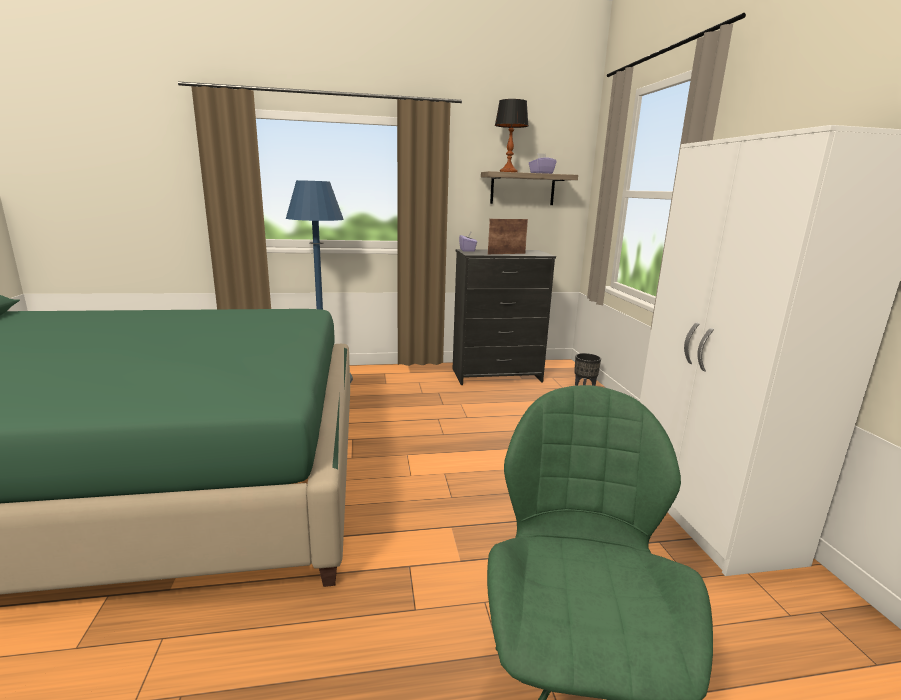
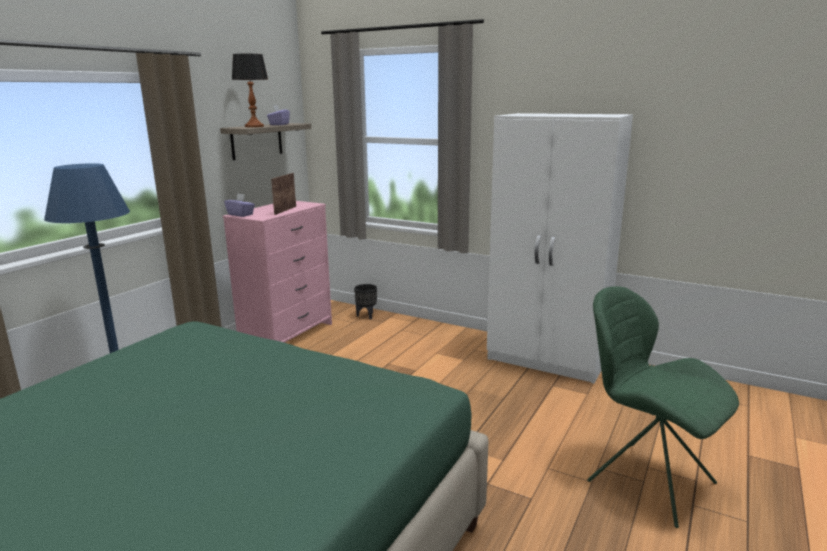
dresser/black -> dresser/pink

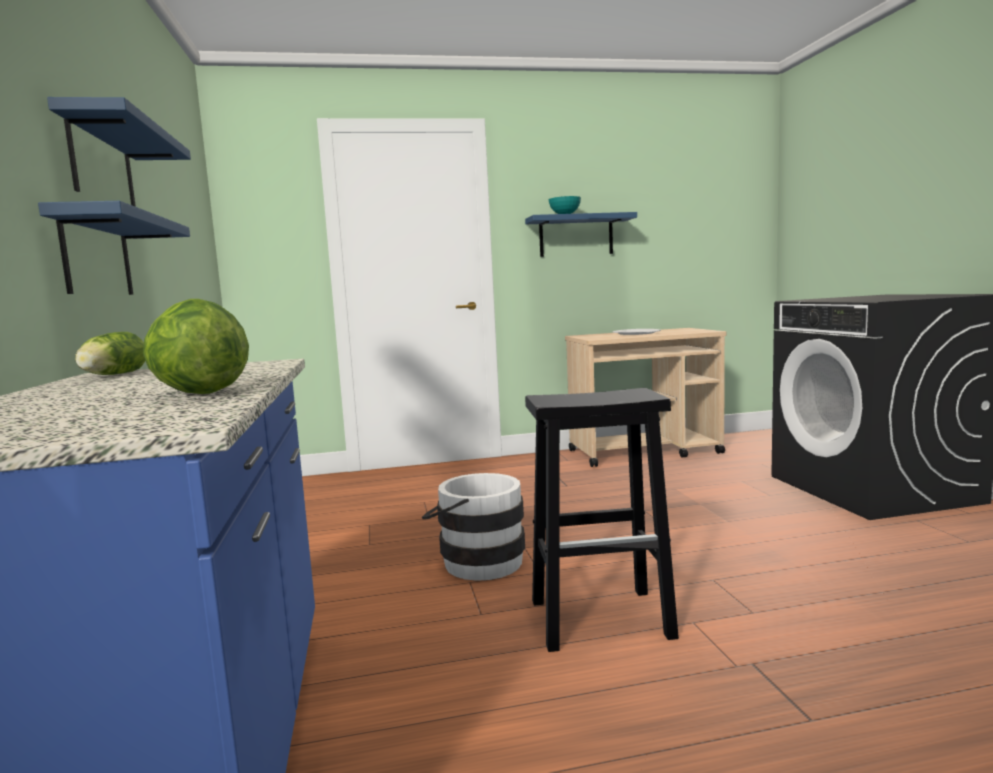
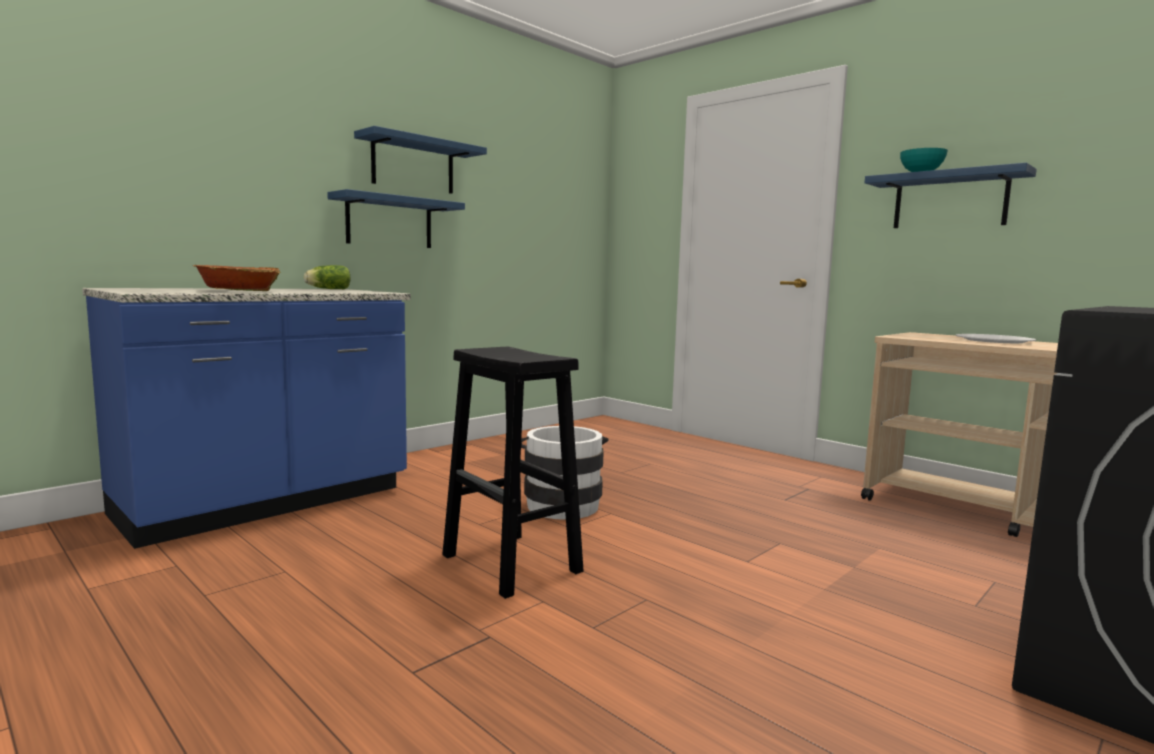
lettuce (2nd from left) -> bowl (1st from left)

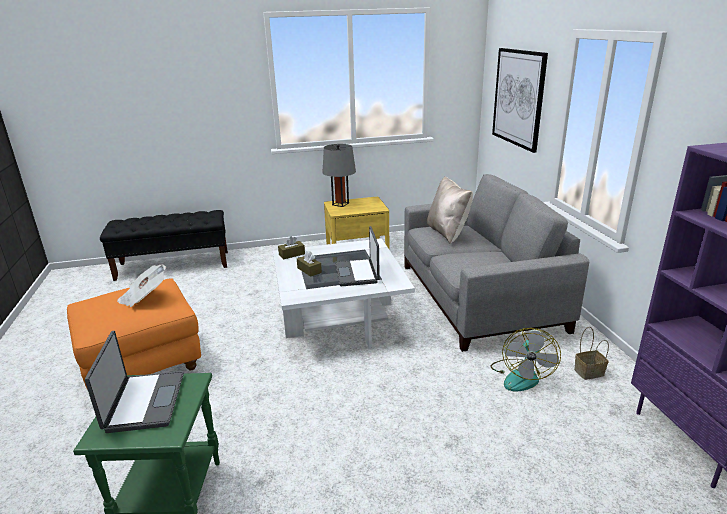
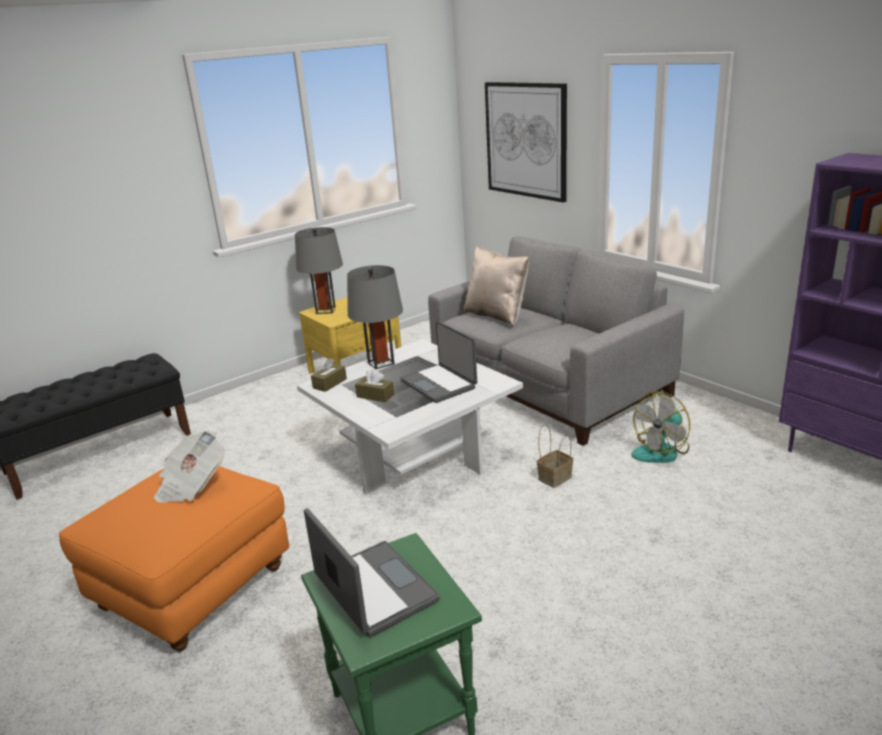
basket, move
fan, 60 degrees clockwise
none -> table lamp/grey (2nd from left)

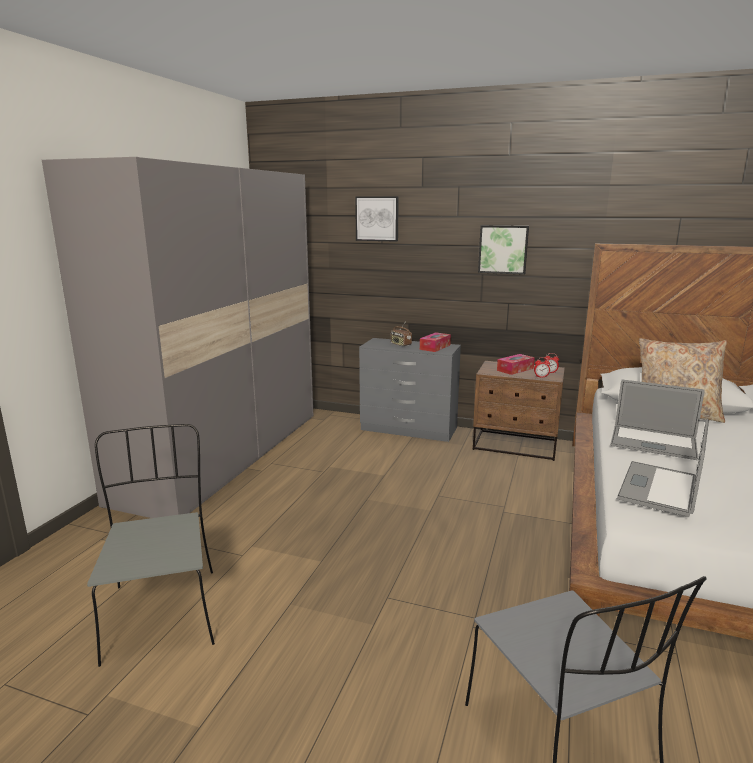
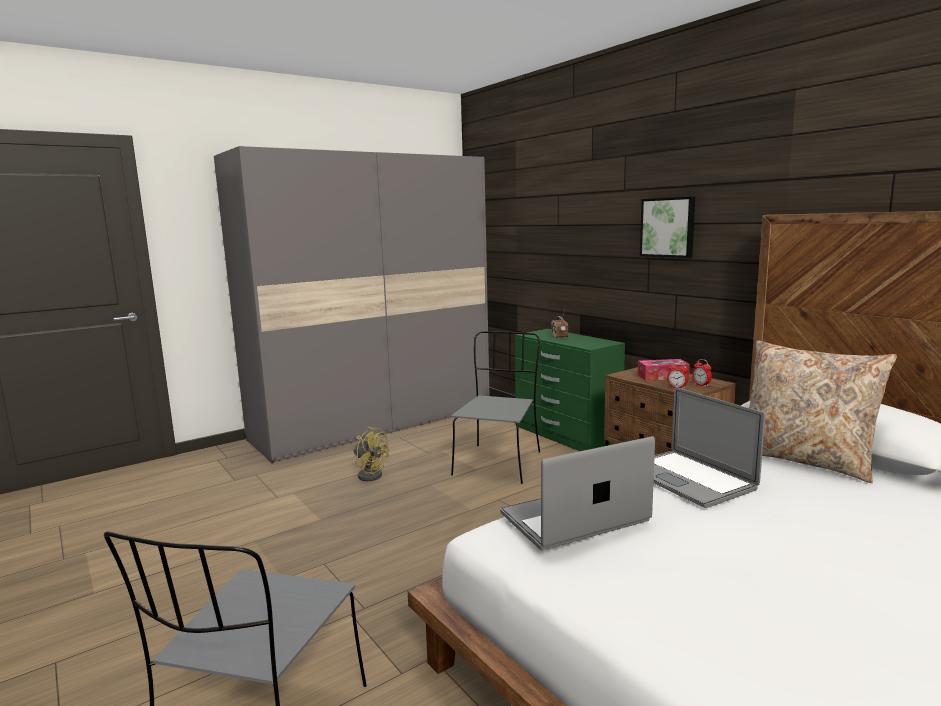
picture (1st from left) -> none
tissue box (1st from left) -> none
dresser/grey -> dresser/green
chair/grey (1st from left in the first image) -> chair/grey (2nd from left), move
none -> fan/yellow

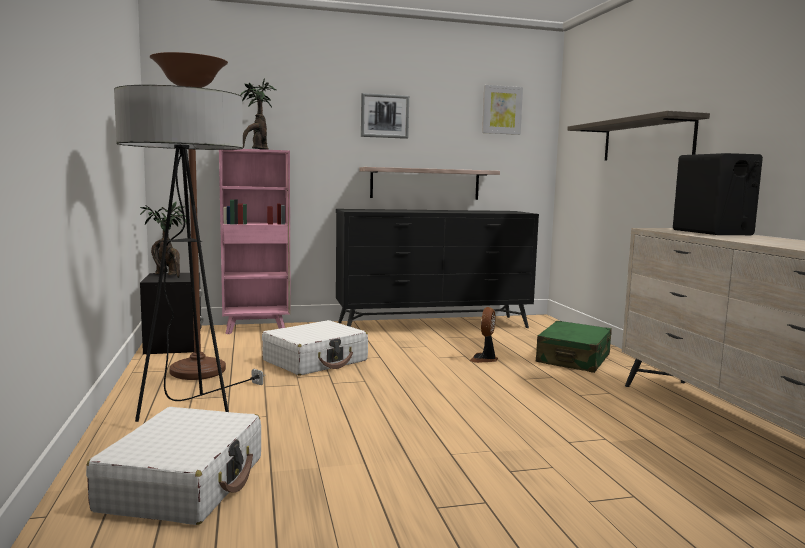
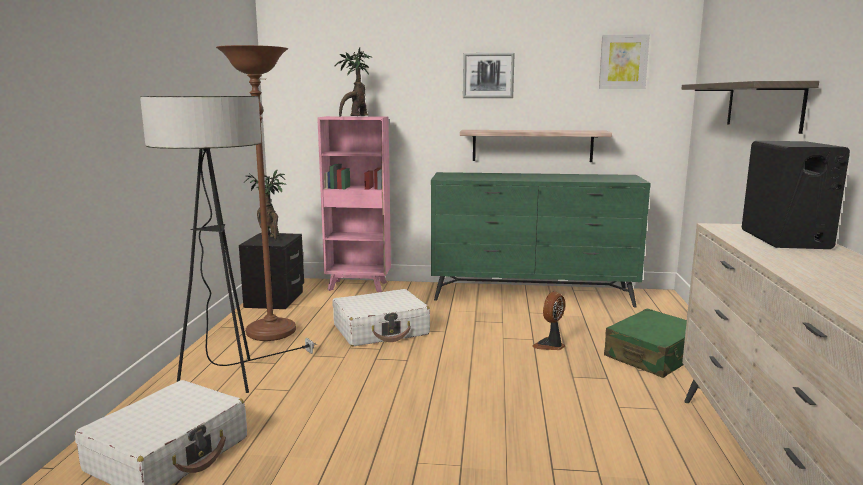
dresser/black -> dresser/green

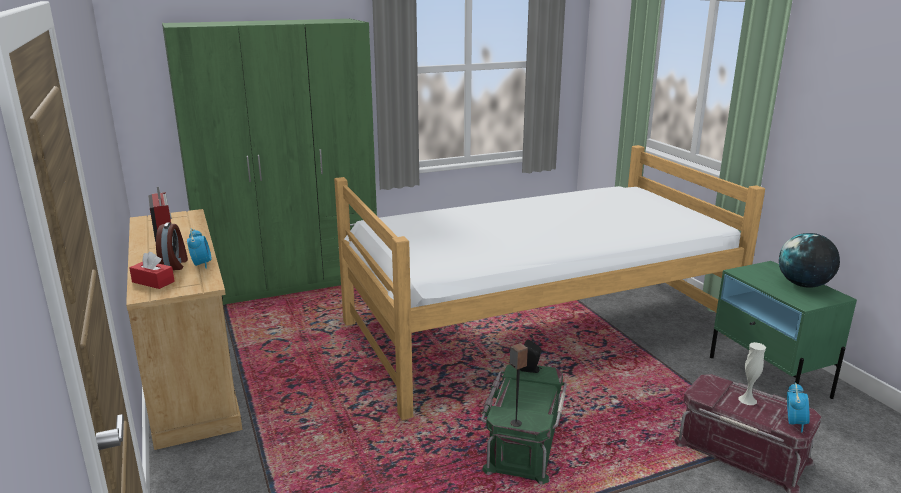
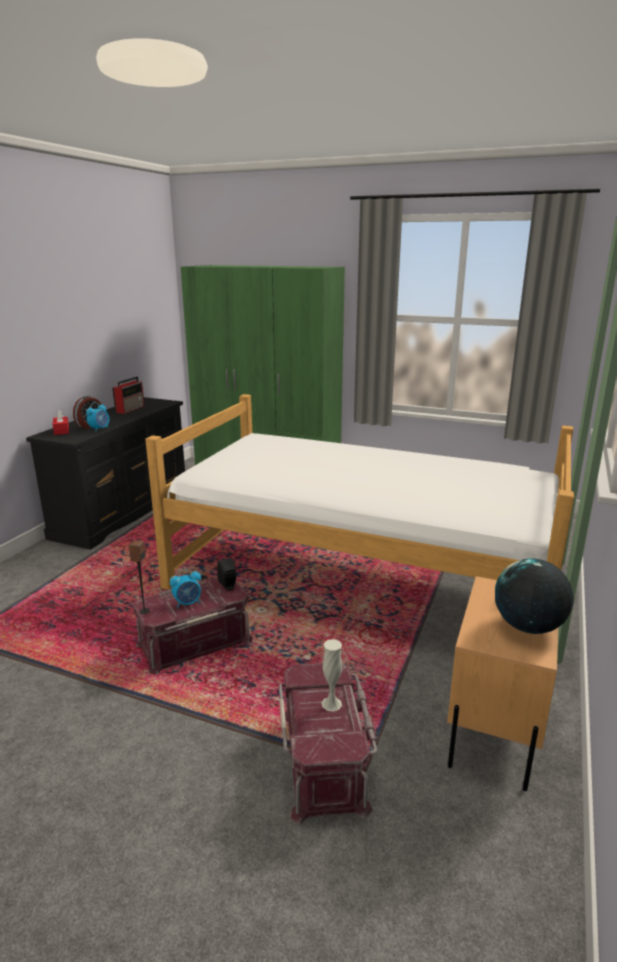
dresser/beige -> dresser/black
nightstand/green -> nightstand/beige
storage box/green -> storage box/red (1st from left)
alarm clock (3rd from left), move

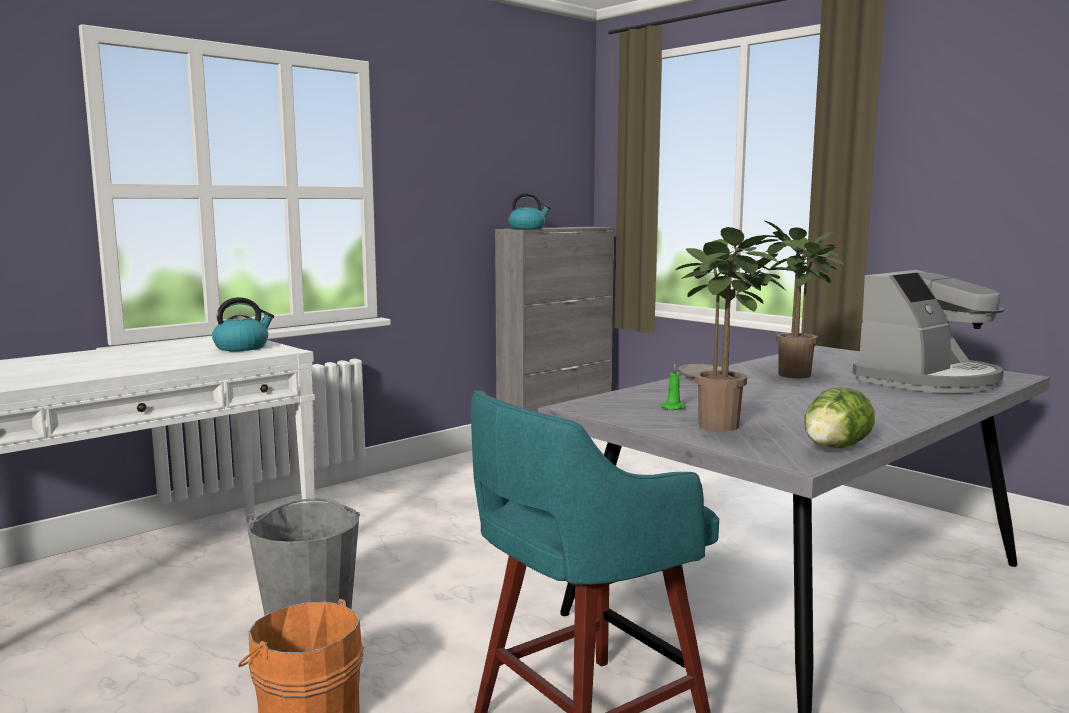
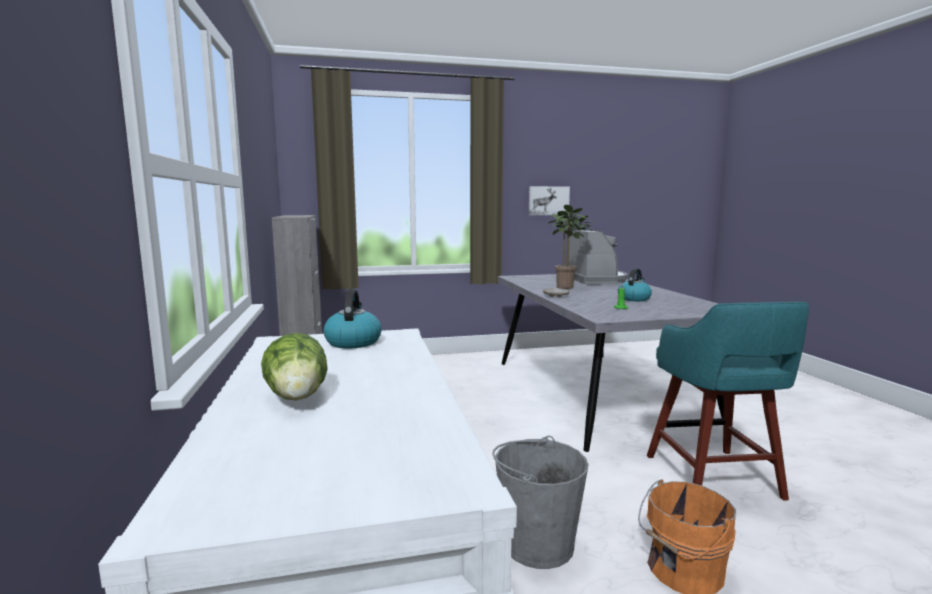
kettle (2nd from left), move
potted plant (1st from left) -> none
lettuce, move
none -> picture

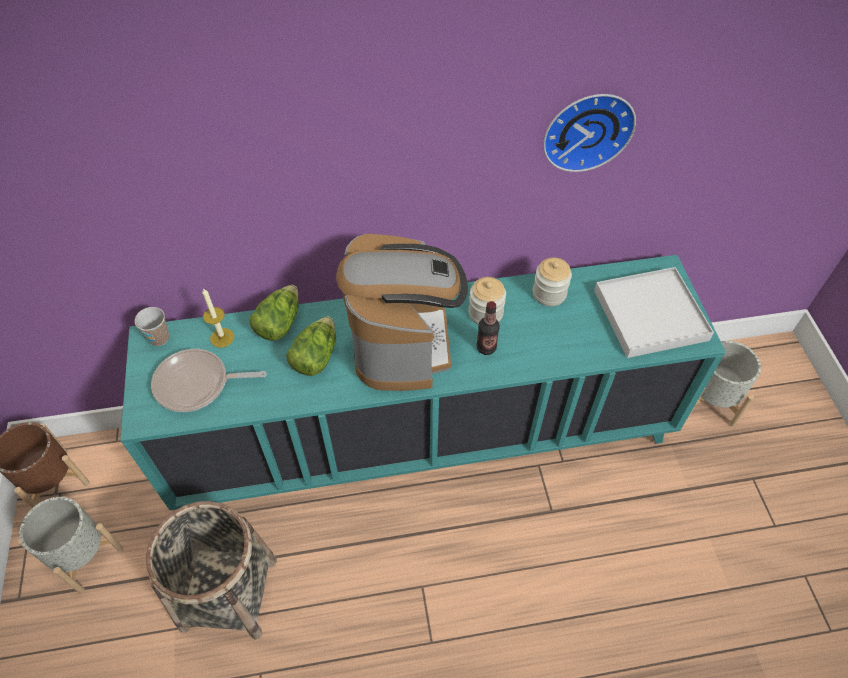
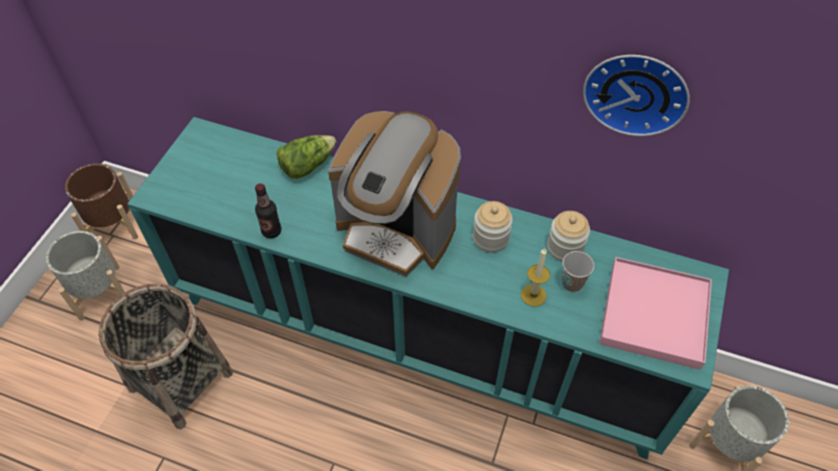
coffee machine, 90 degrees clockwise
tray/white -> tray/pink
candle, move
bottle, move
cup, move
lettuce (2nd from left) -> none
frying pan -> none

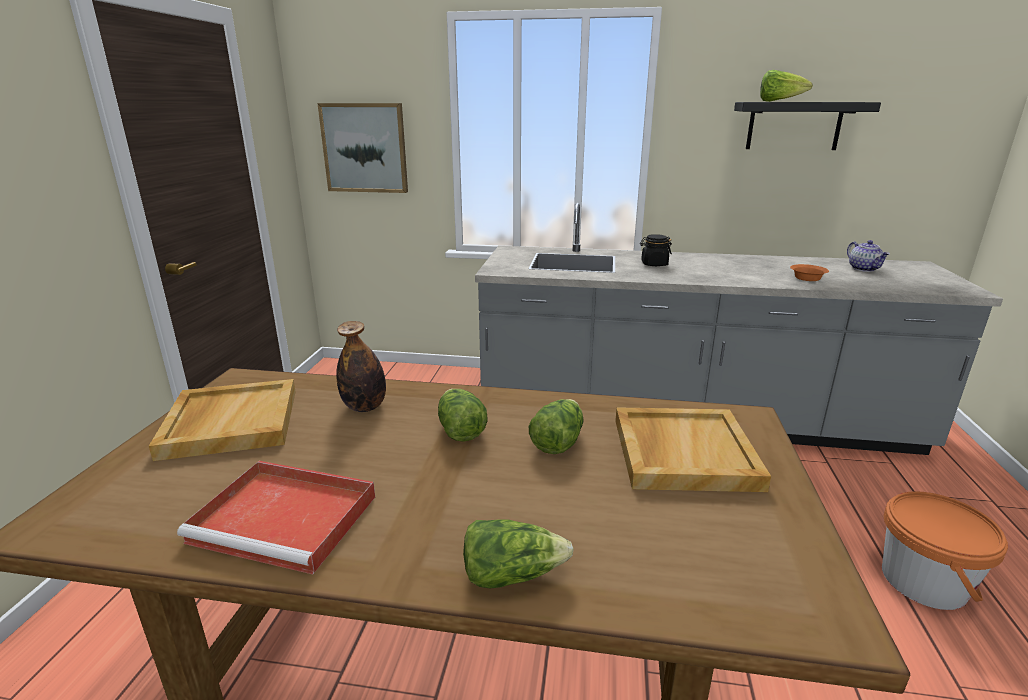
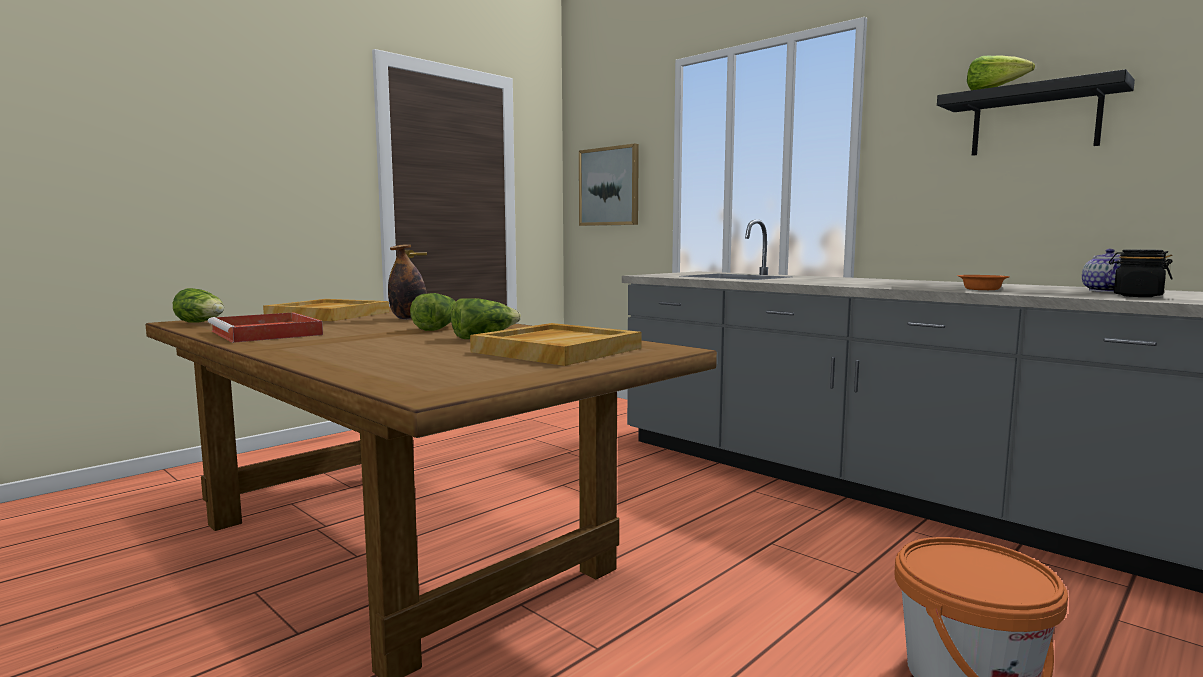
jar/black, move
lettuce (2nd from left in the first image) -> lettuce (1st from left), move

